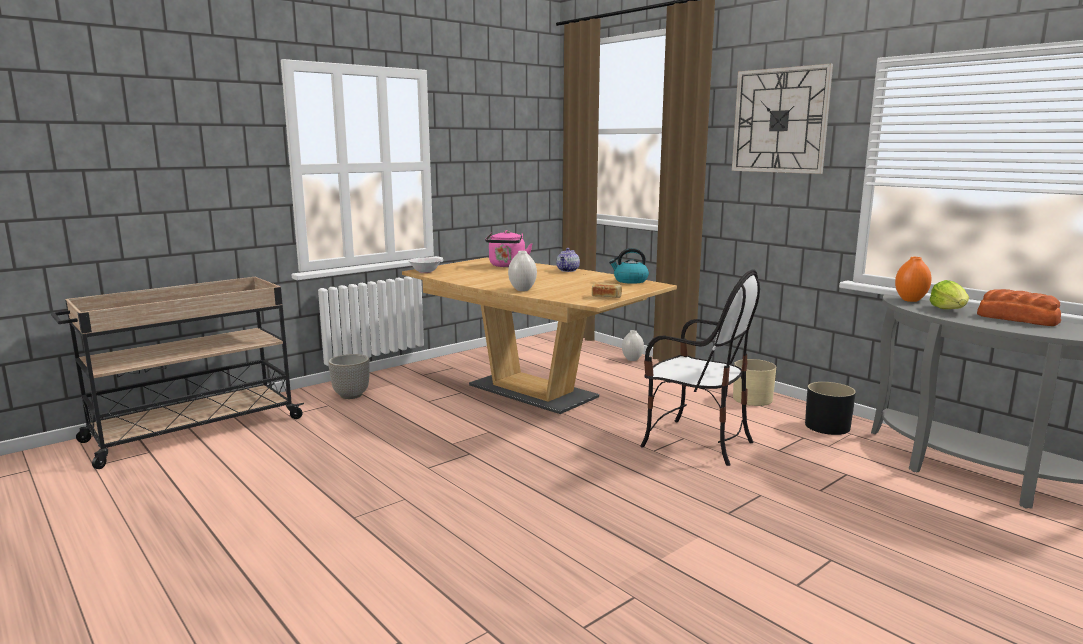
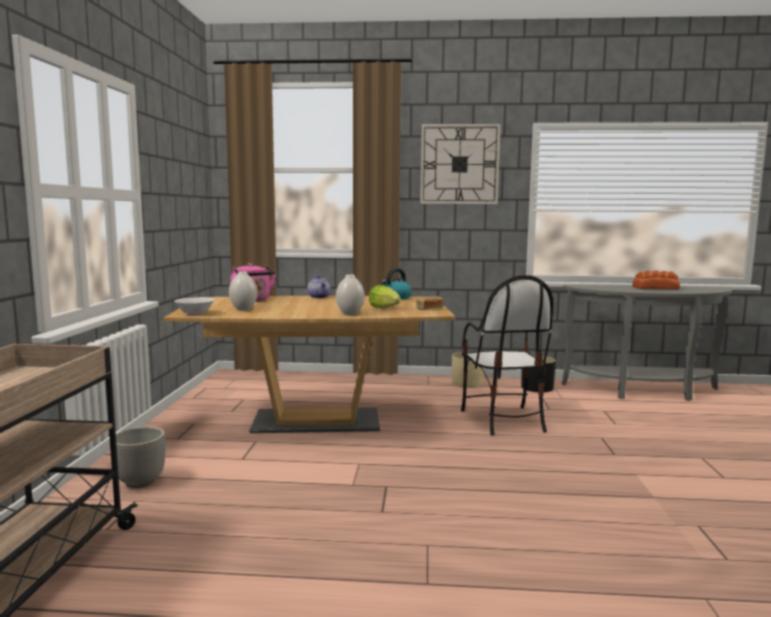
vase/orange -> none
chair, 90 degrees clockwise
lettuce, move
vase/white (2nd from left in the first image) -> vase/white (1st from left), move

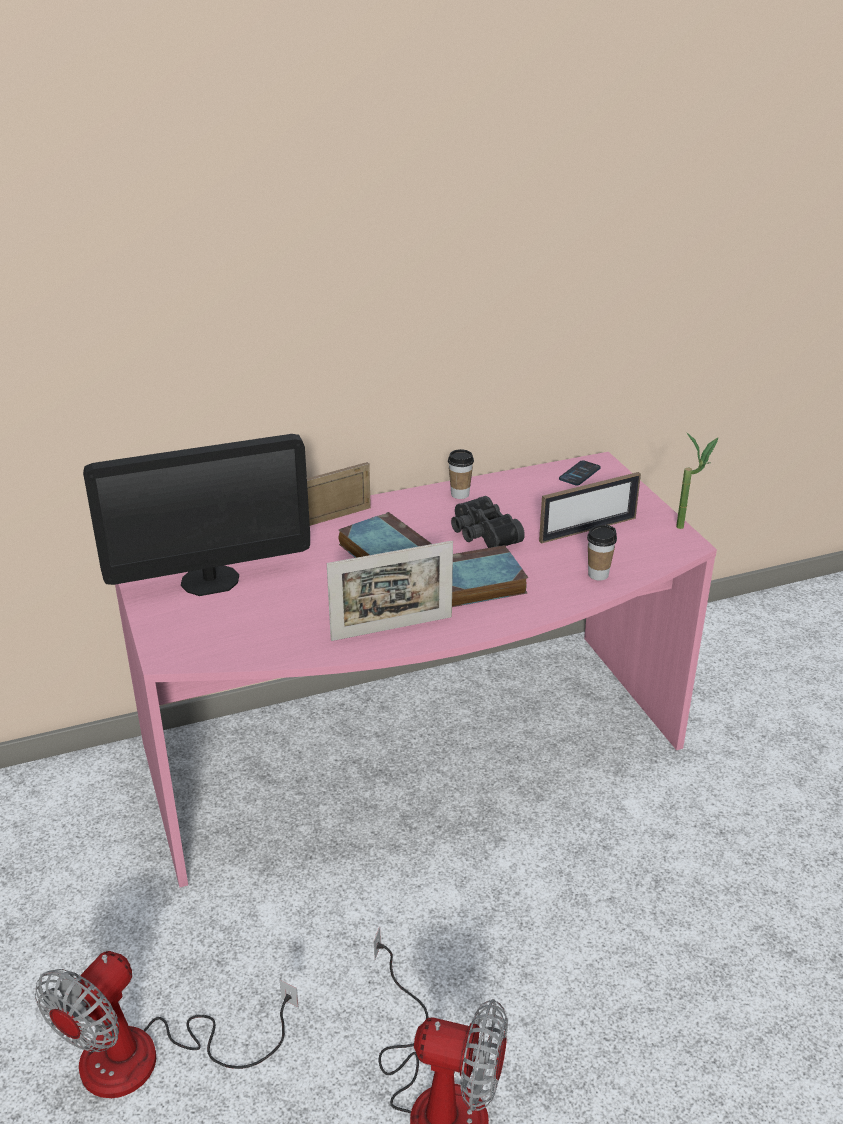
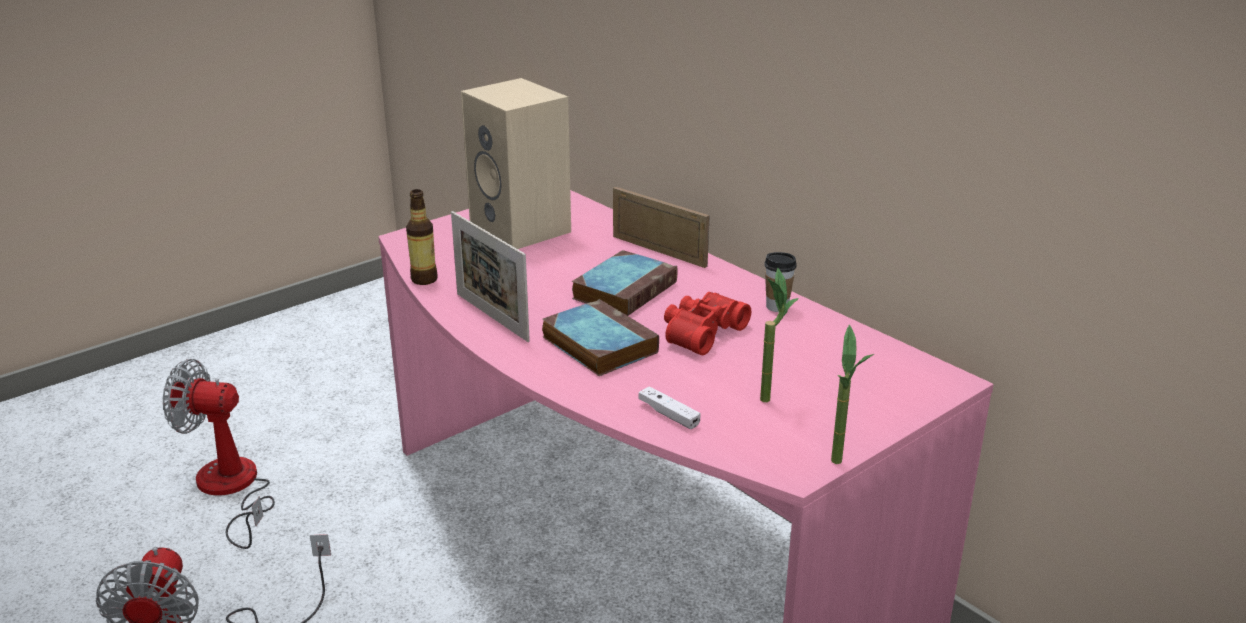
monitor -> speaker/beige
phone -> none
picture frame (3rd from left) -> potted plant (1st from left)
binoculars/black -> binoculars/red
cup (2nd from left) -> game controller/white
none -> bottle

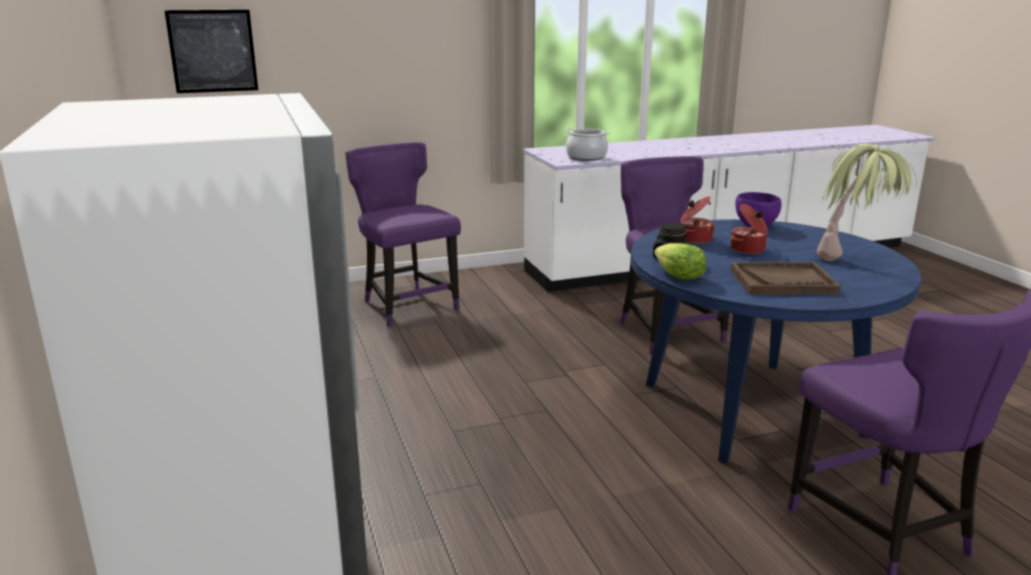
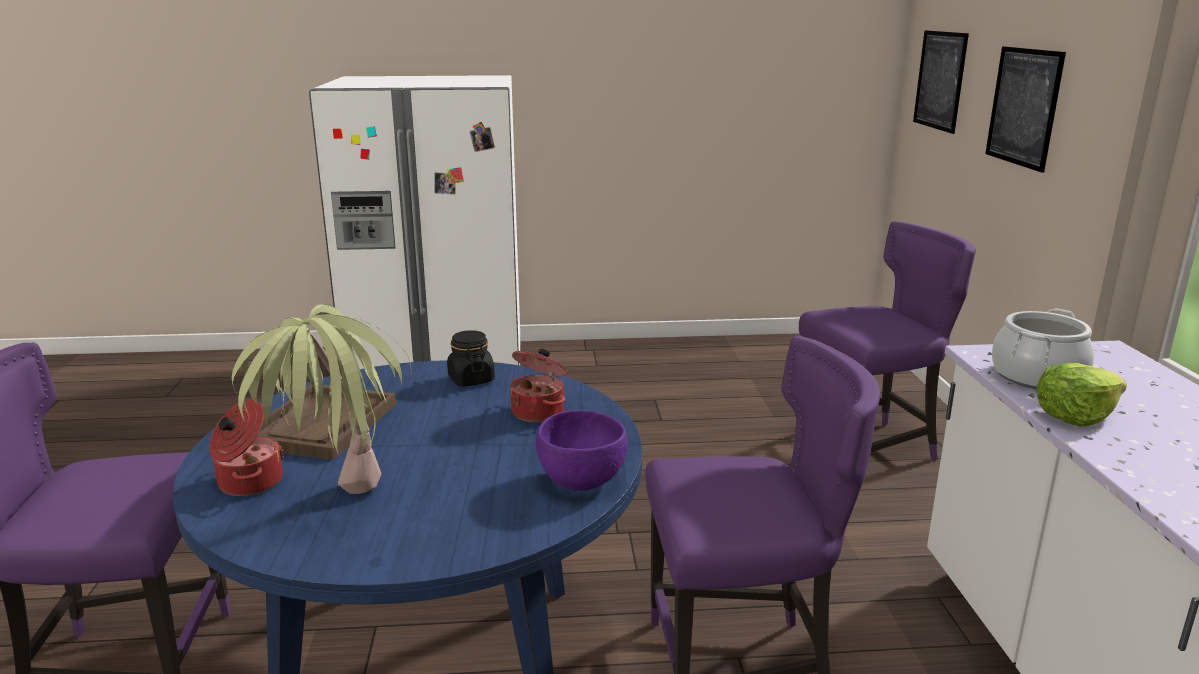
cooking pot (3rd from left in the first image) -> cooking pot (1st from left), move
lettuce, move
none -> picture (2nd from left)

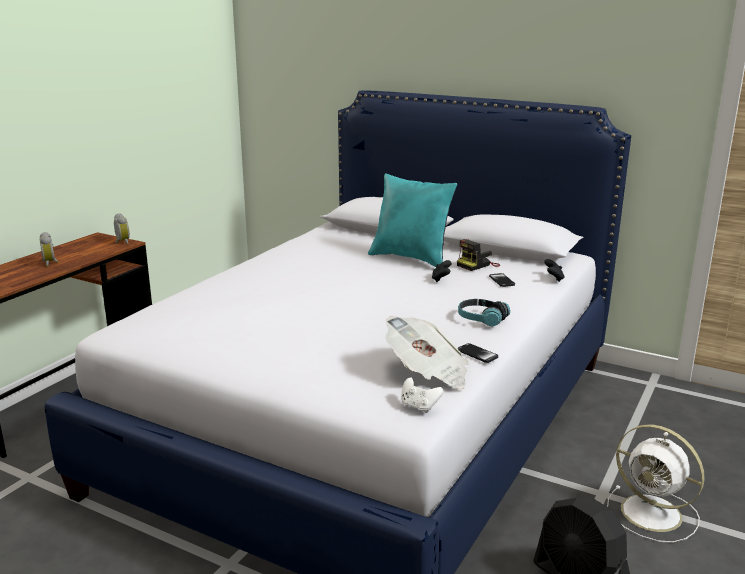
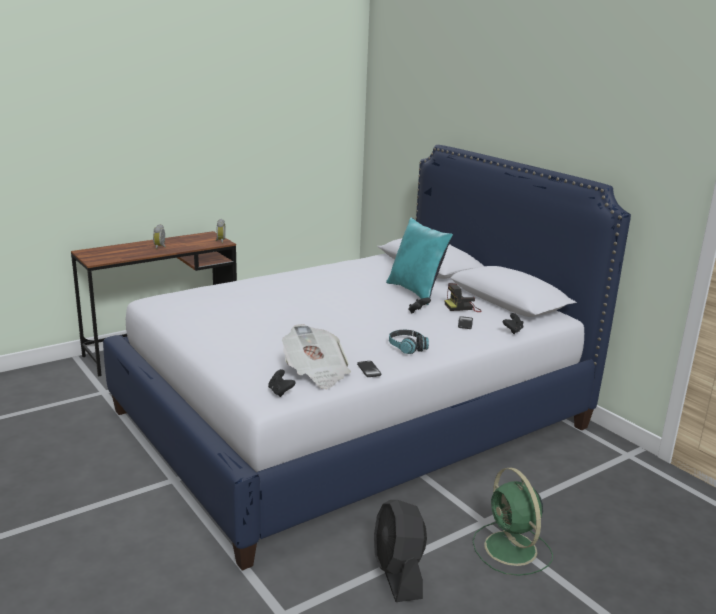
game controller/white -> game controller/black (1st from left)
fan/white -> fan/green

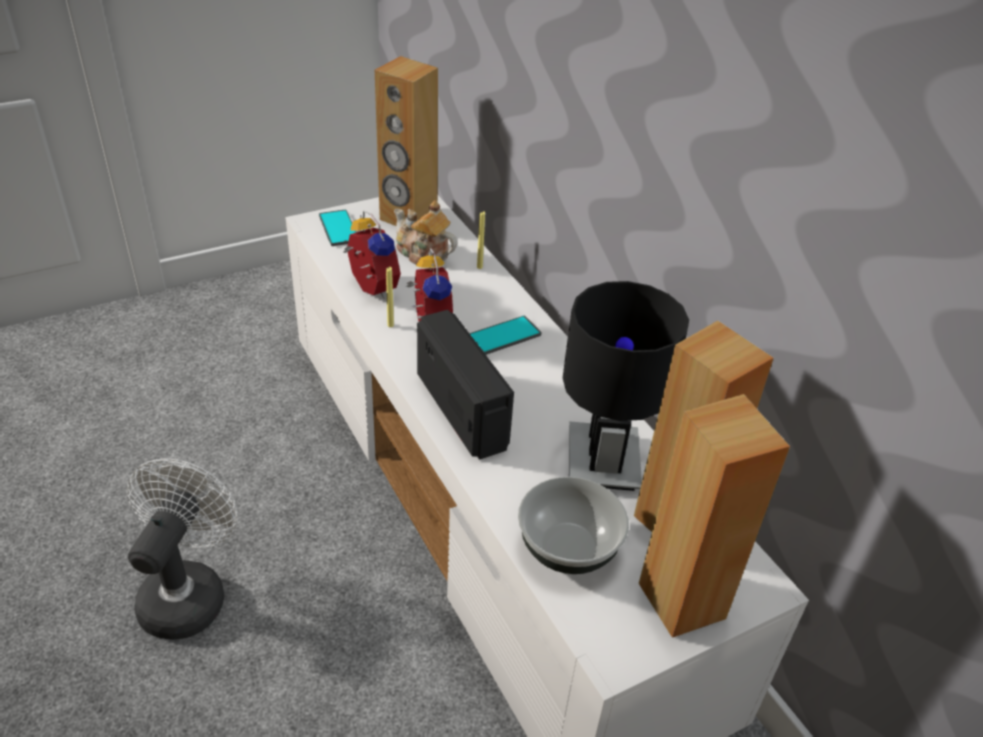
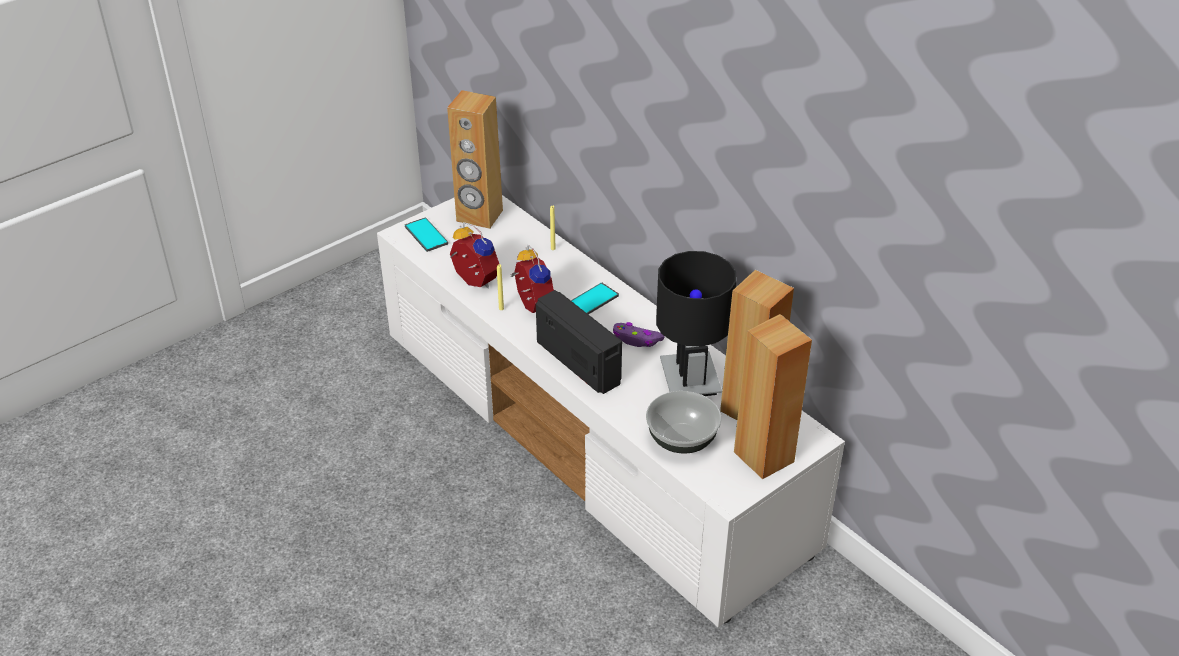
teapot -> none
fan/white -> none
none -> game controller/purple

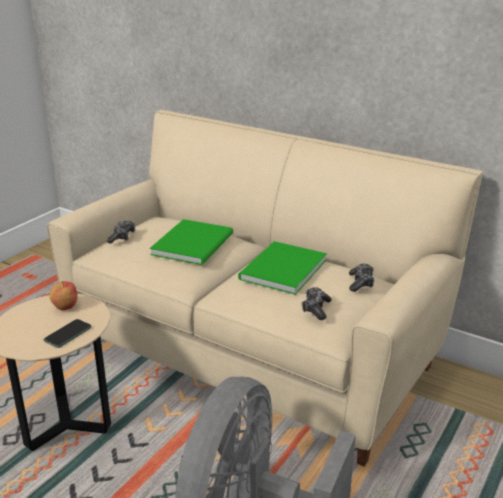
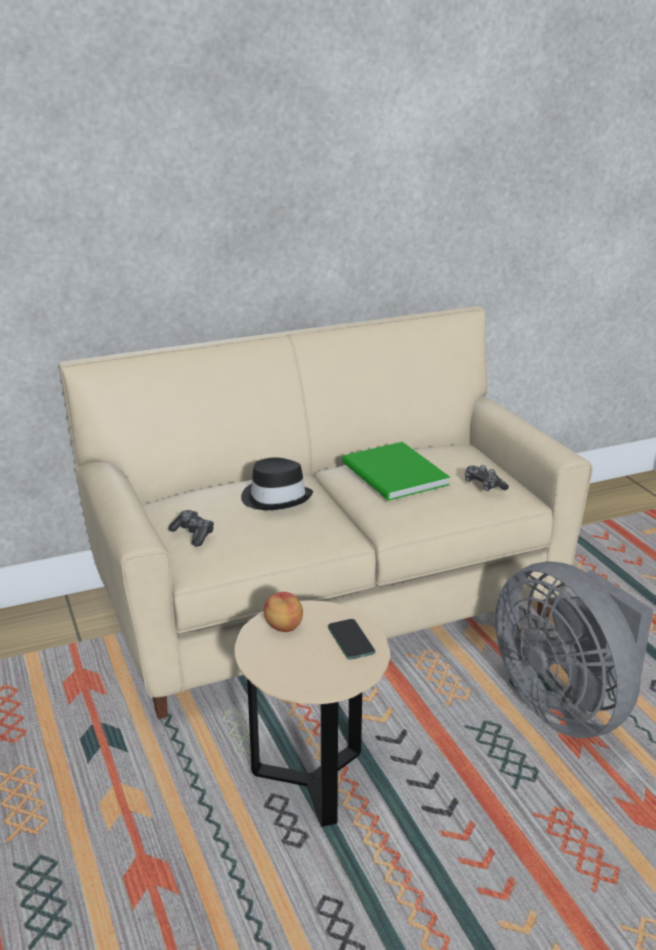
book/green (1st from left) -> hat/black
game controller (3rd from left) -> none

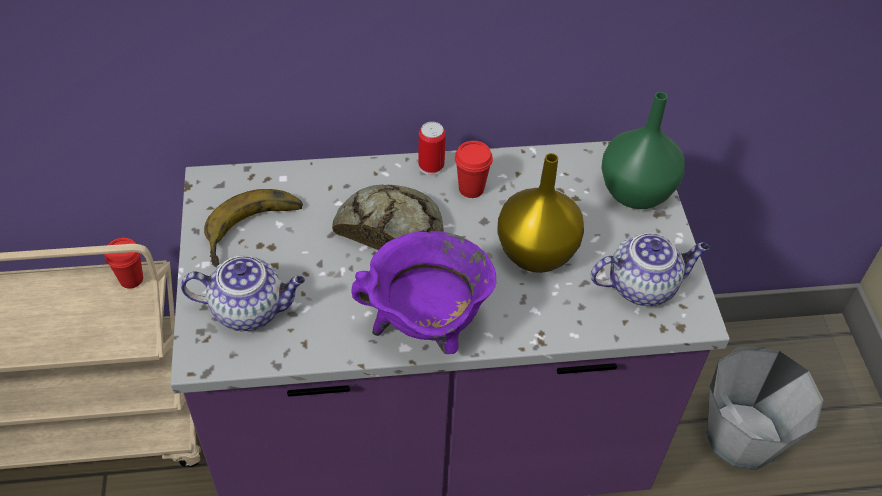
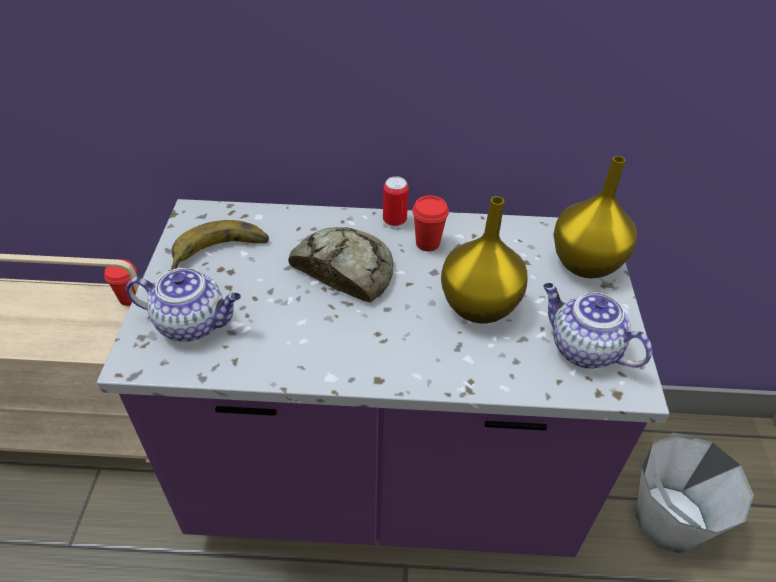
vase/green -> vase/yellow (2nd from left)
cooking pot/purple -> none
teapot (2nd from left), 135 degrees counterclockwise

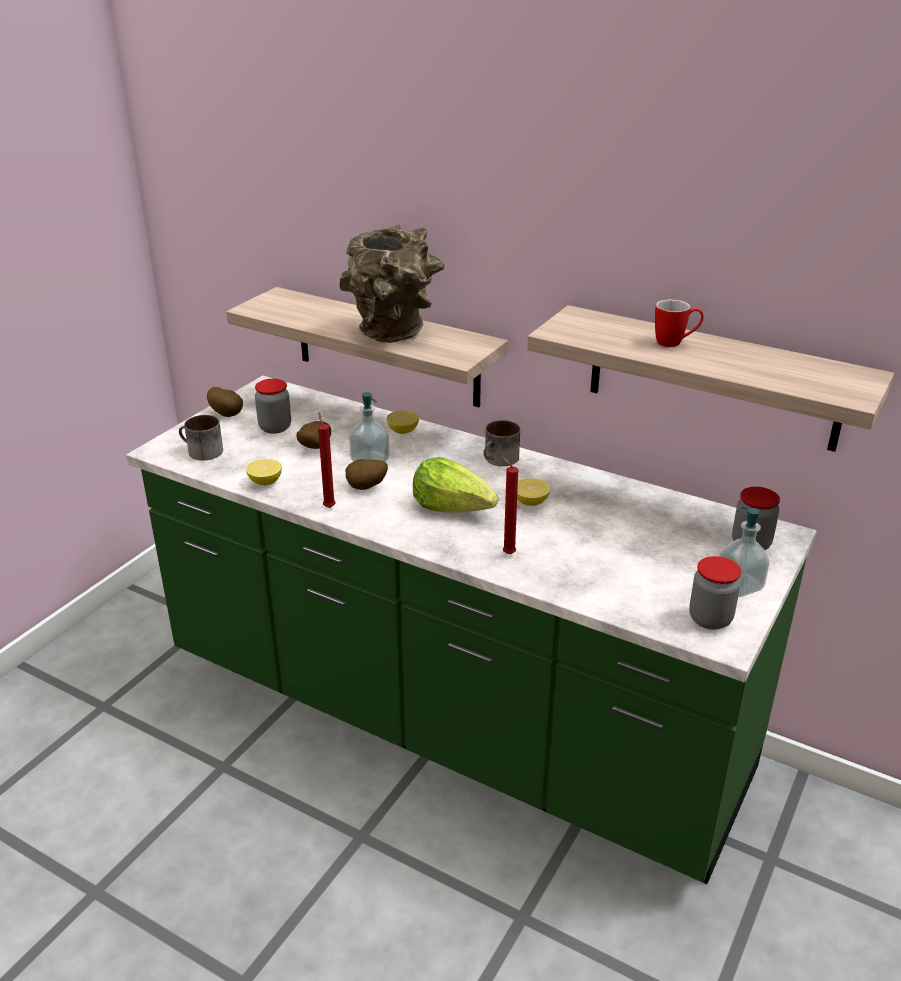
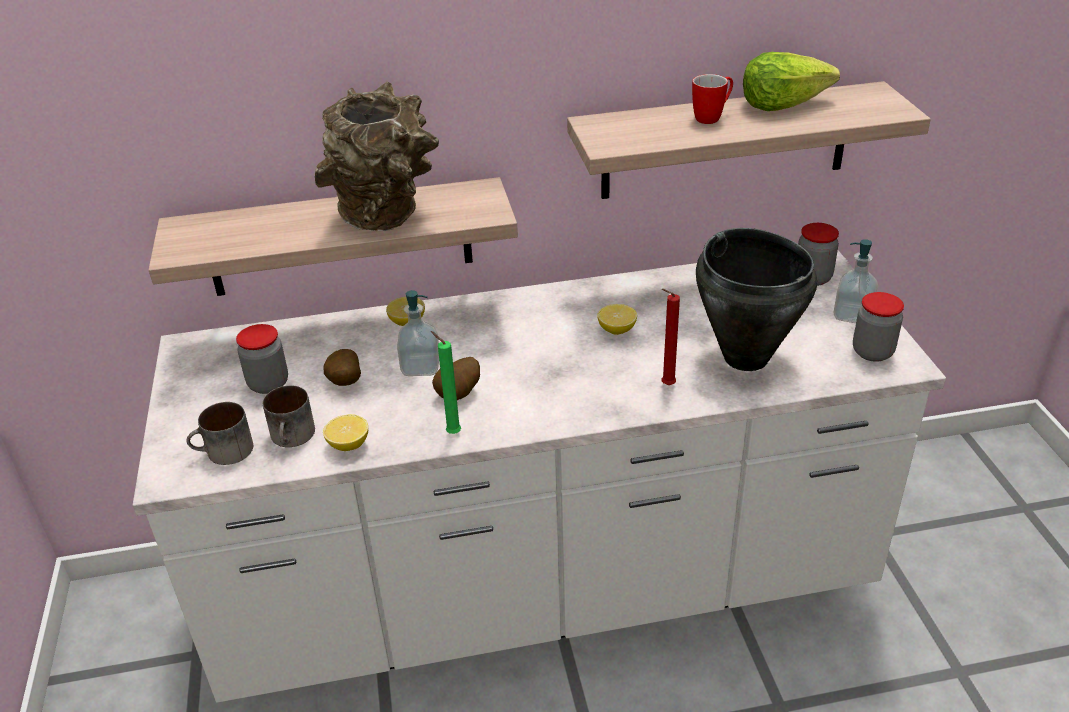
counter/green -> counter/white
potato (1st from left) -> none
candle/red (1st from left) -> candle/green
mug (2nd from left), move
lettuce, move
none -> cooking pot/black

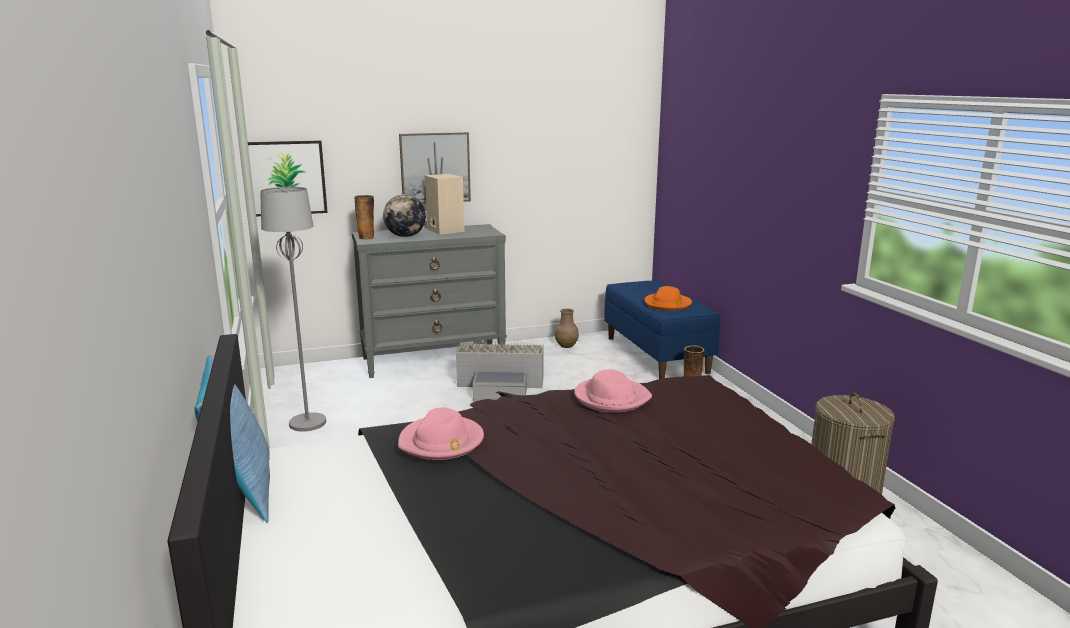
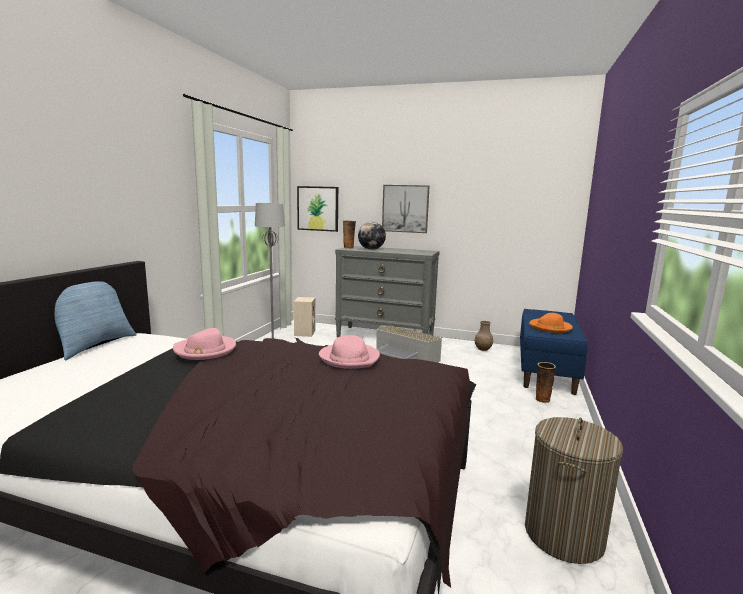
speaker/beige, move

